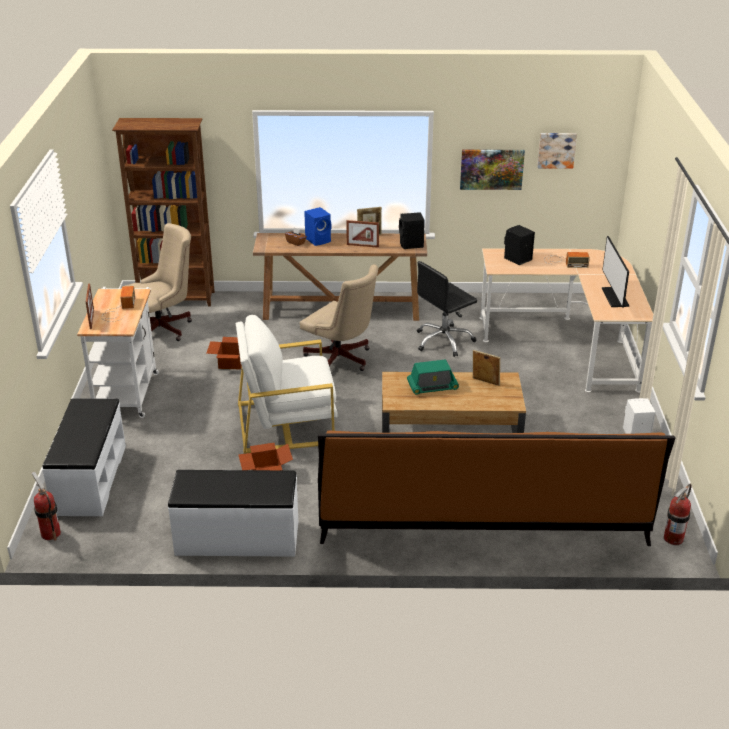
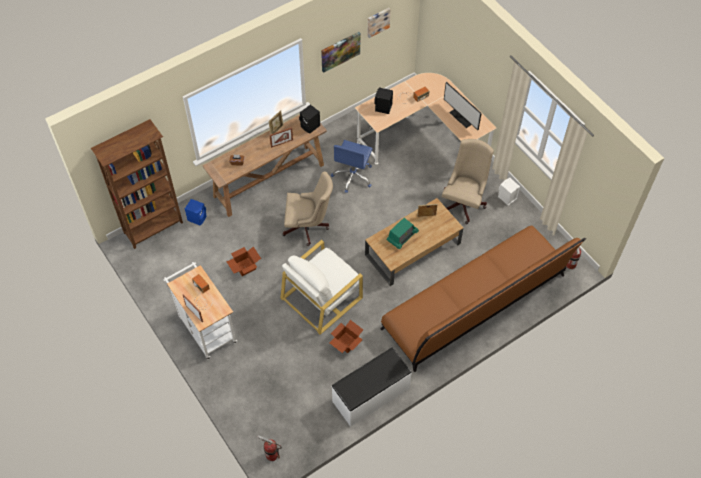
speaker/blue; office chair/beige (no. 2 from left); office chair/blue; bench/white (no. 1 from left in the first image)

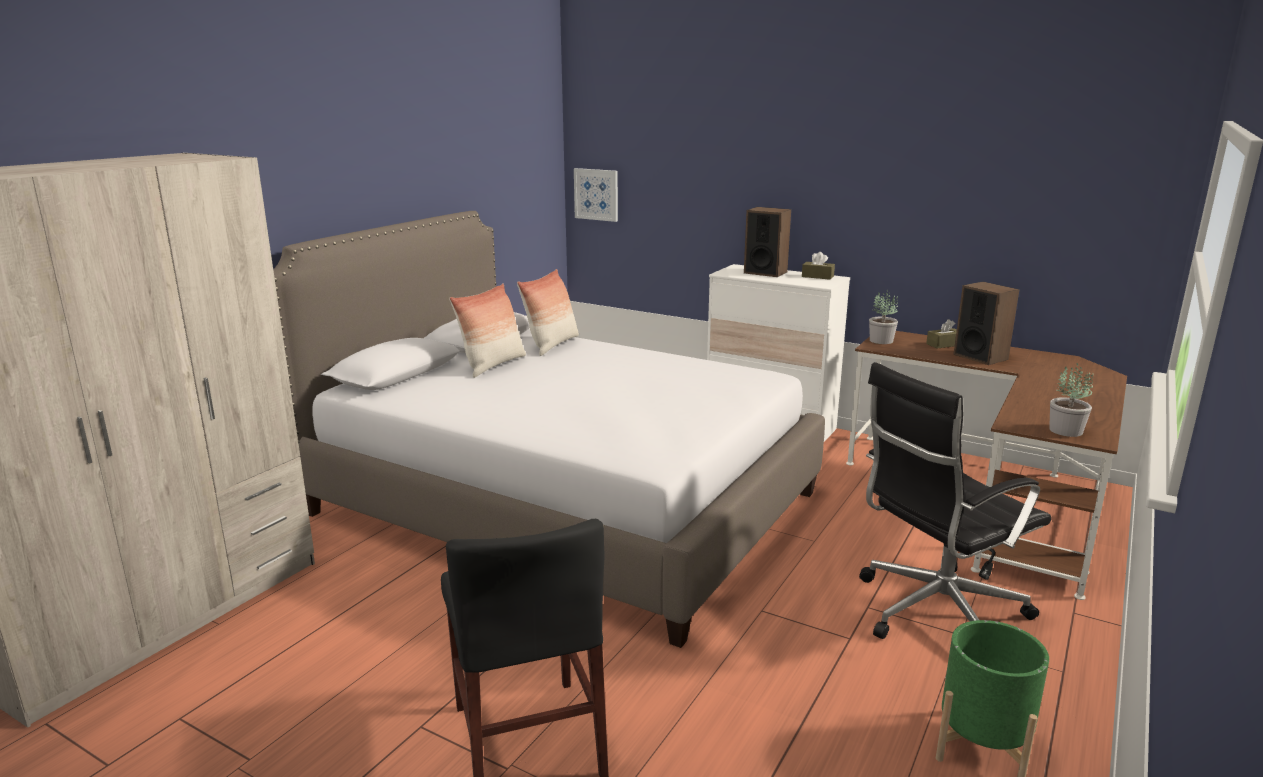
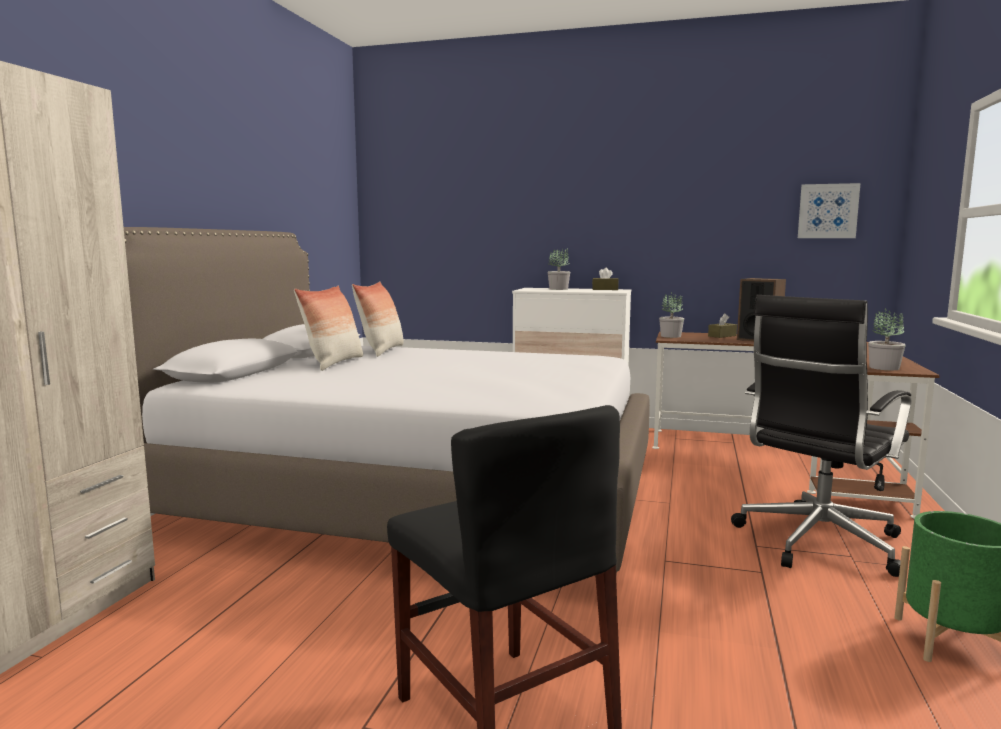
picture; potted plant (no. 1 from left)

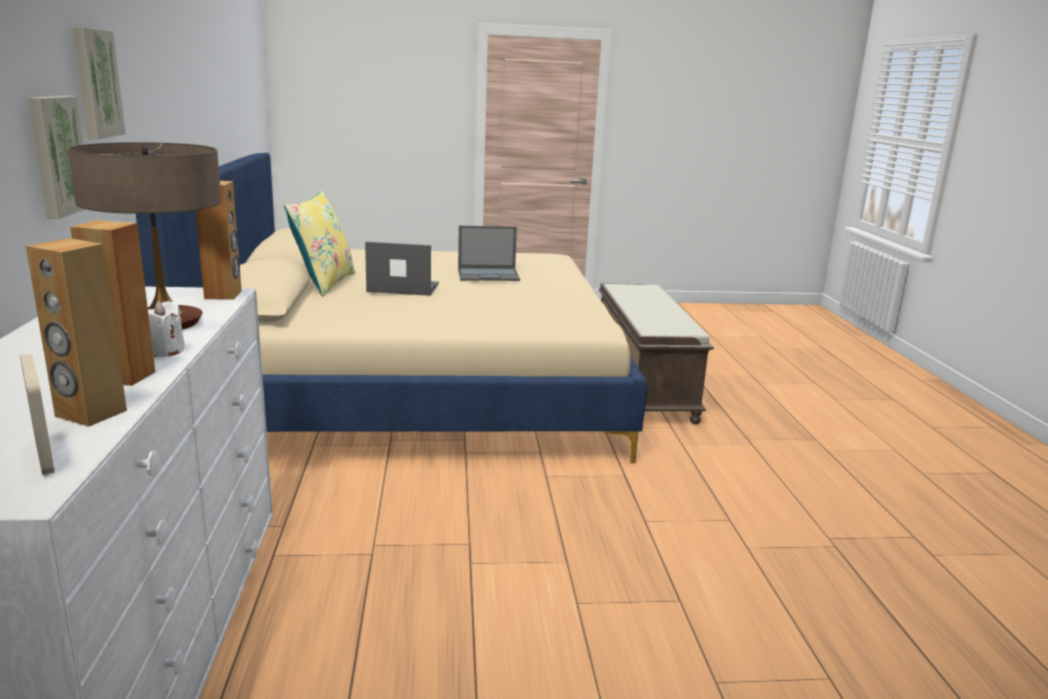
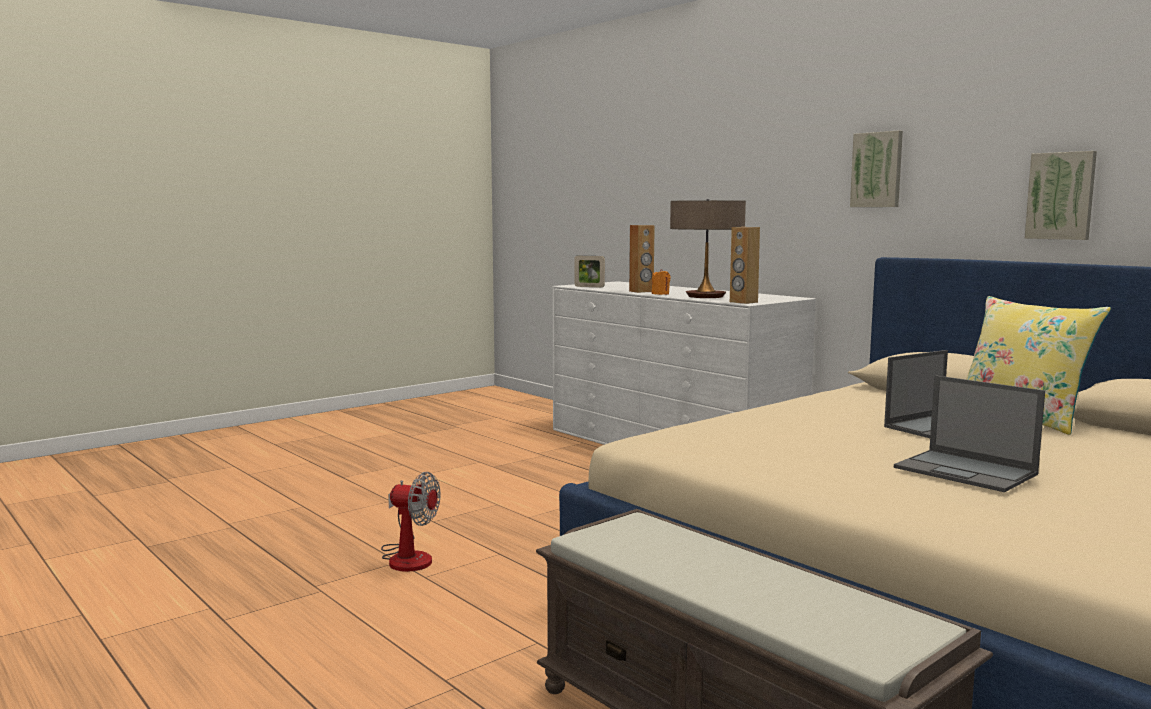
picture (no. 2 from left); laptop (no. 2 from left); speaker/brown (no. 1 from left in the first image); candle/orange; fan

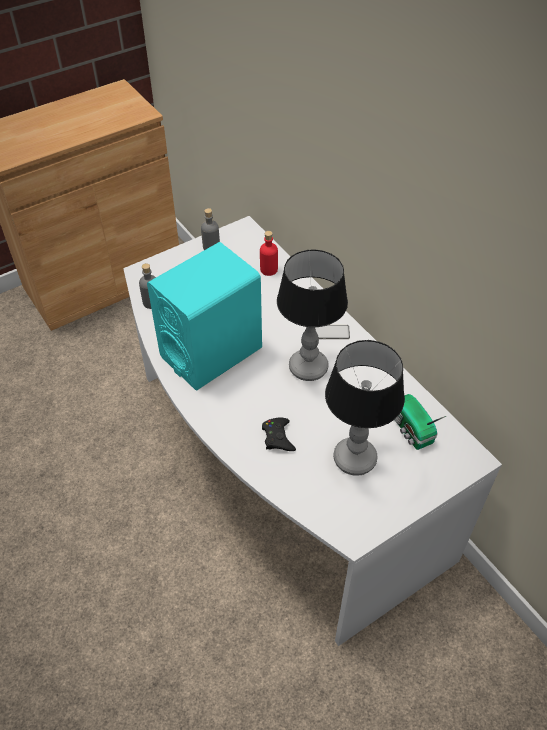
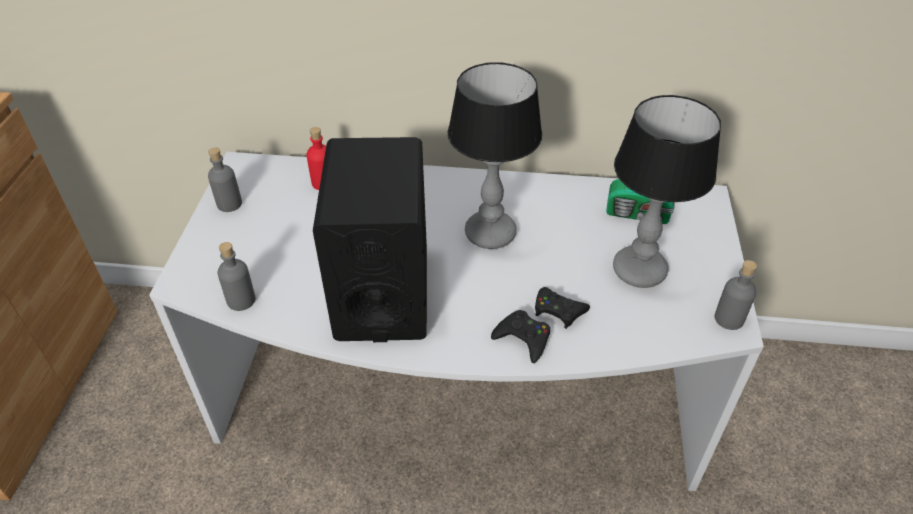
speaker/black; phone; bottle/grey (no. 3 from left); game controller/black (no. 1 from left)

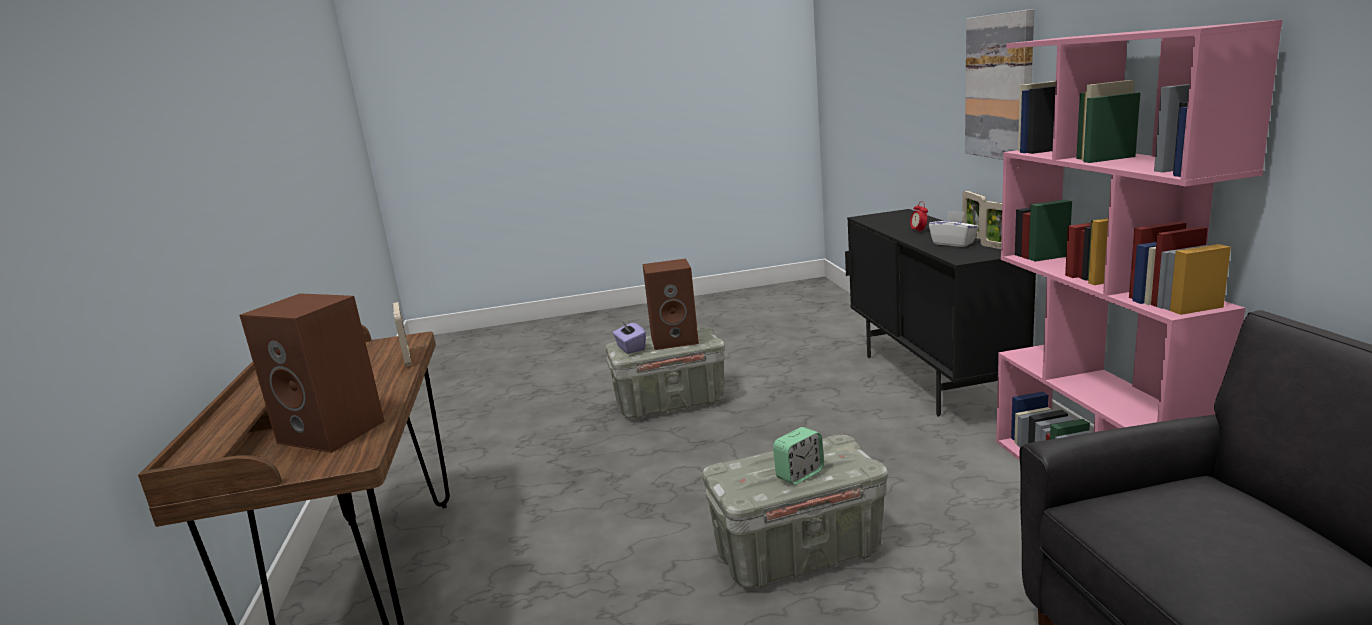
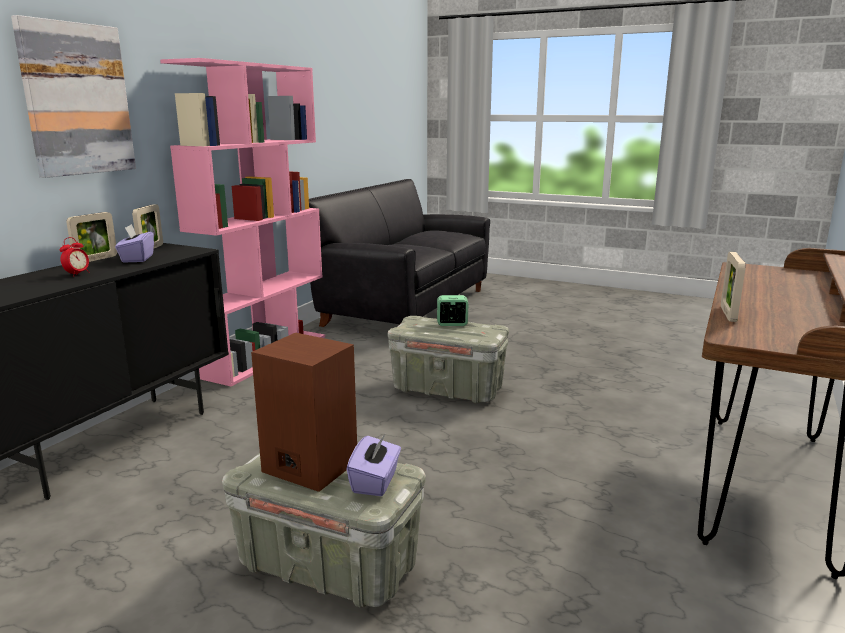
tissue box/purple (no. 1 from left); speaker/brown (no. 1 from left in the first image)

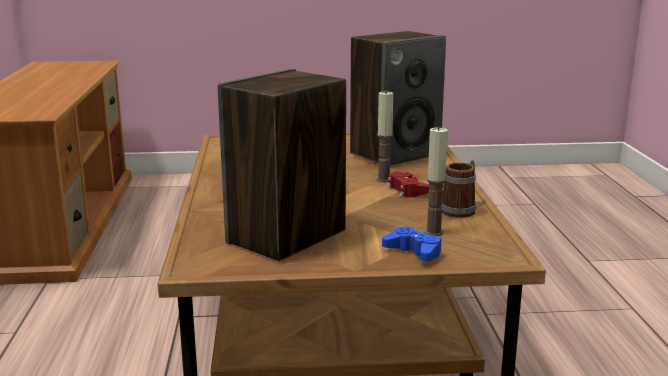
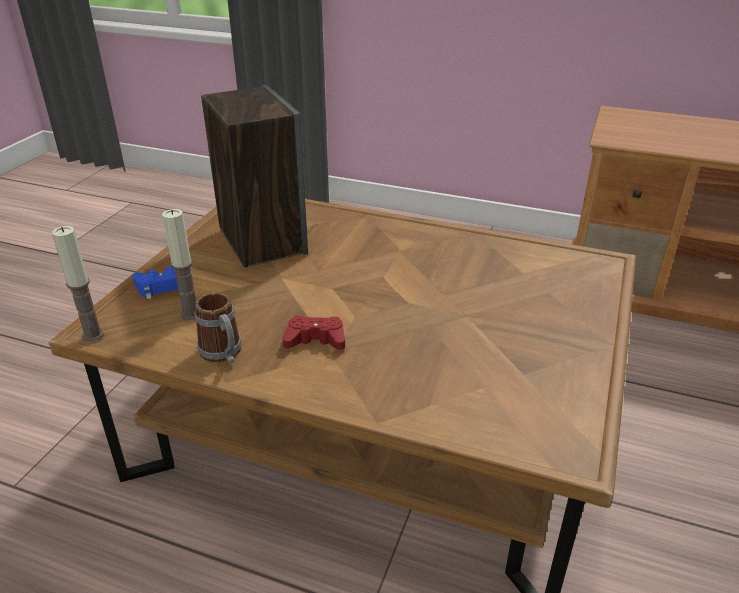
speaker (no. 2 from left in the first image); candle (no. 1 from left)

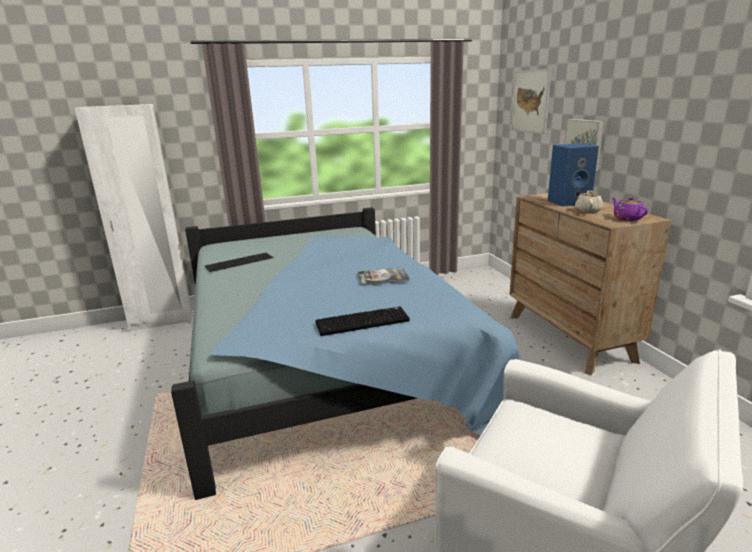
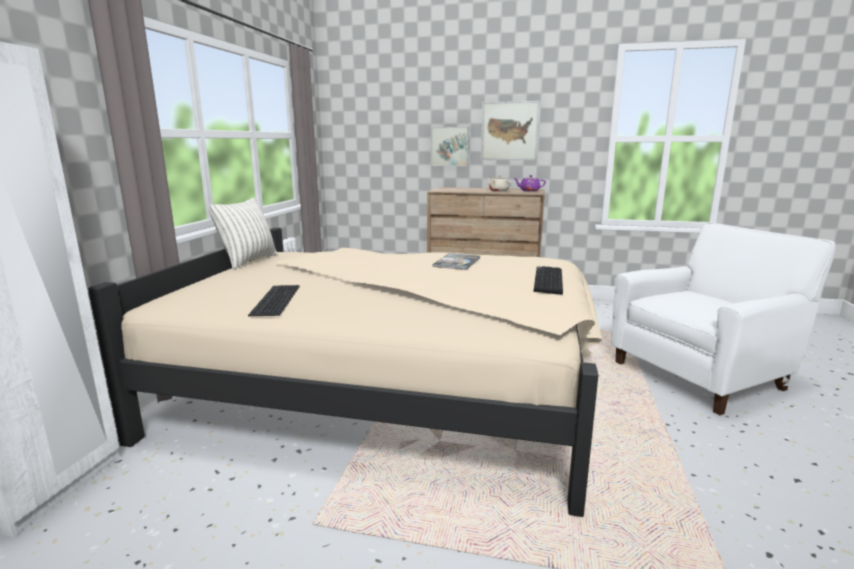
picture (no. 2 from left); speaker/blue; bed/beige; pillow

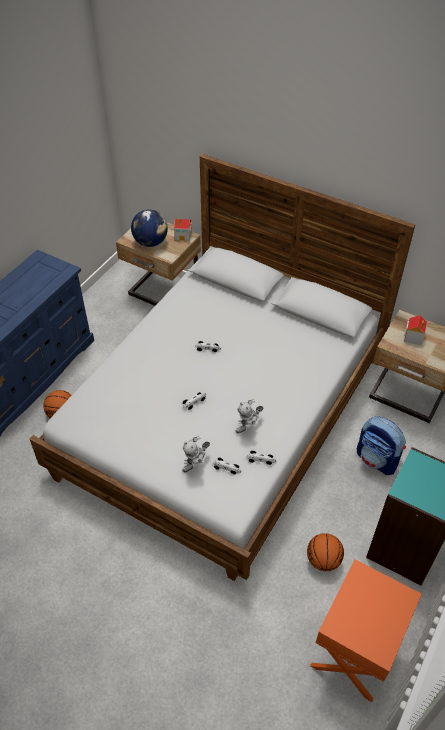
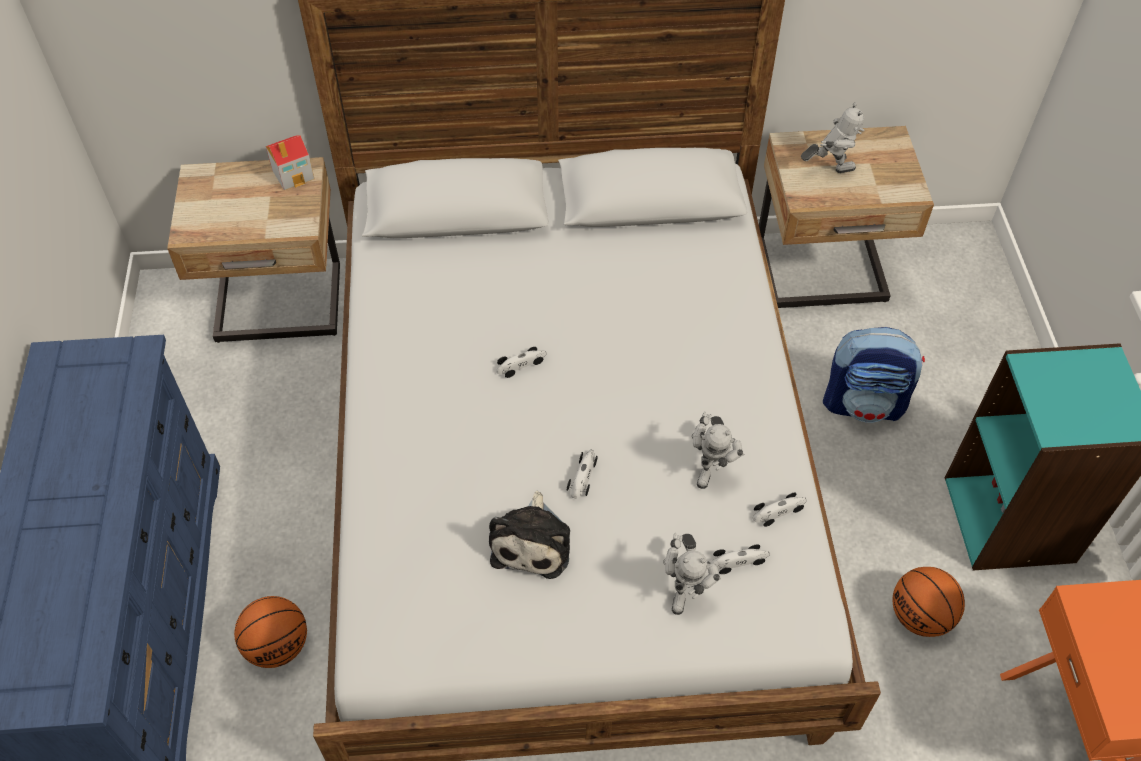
globe; toy robot (no. 3 from left); plush toy

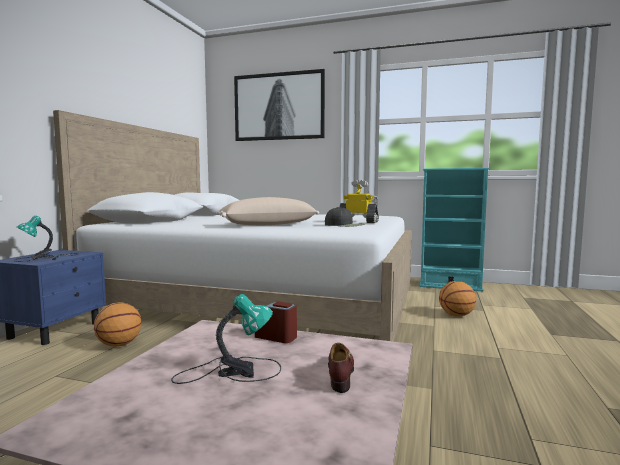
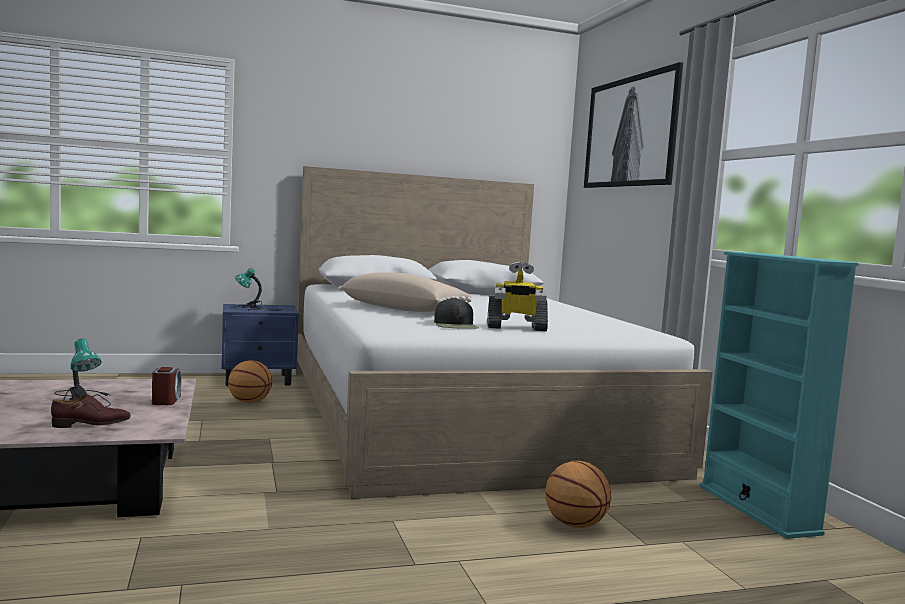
toy robot

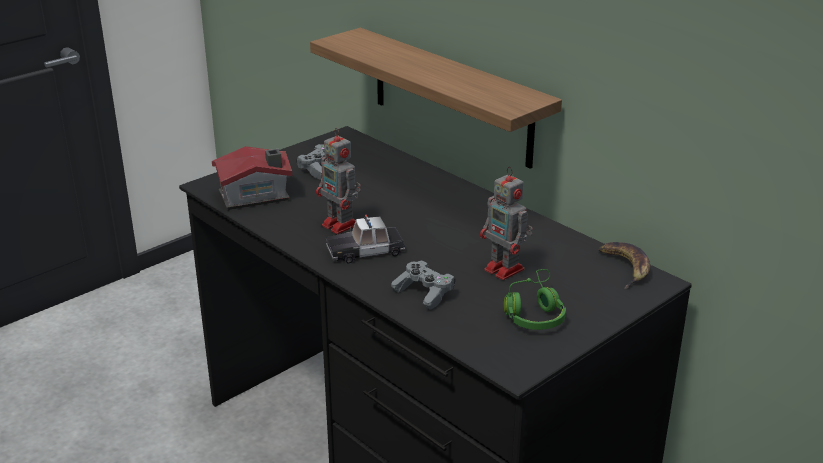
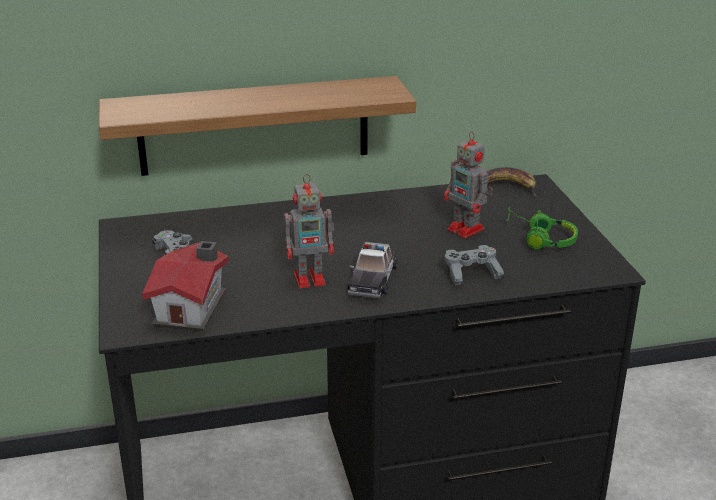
toy robot (no. 2 from left)

